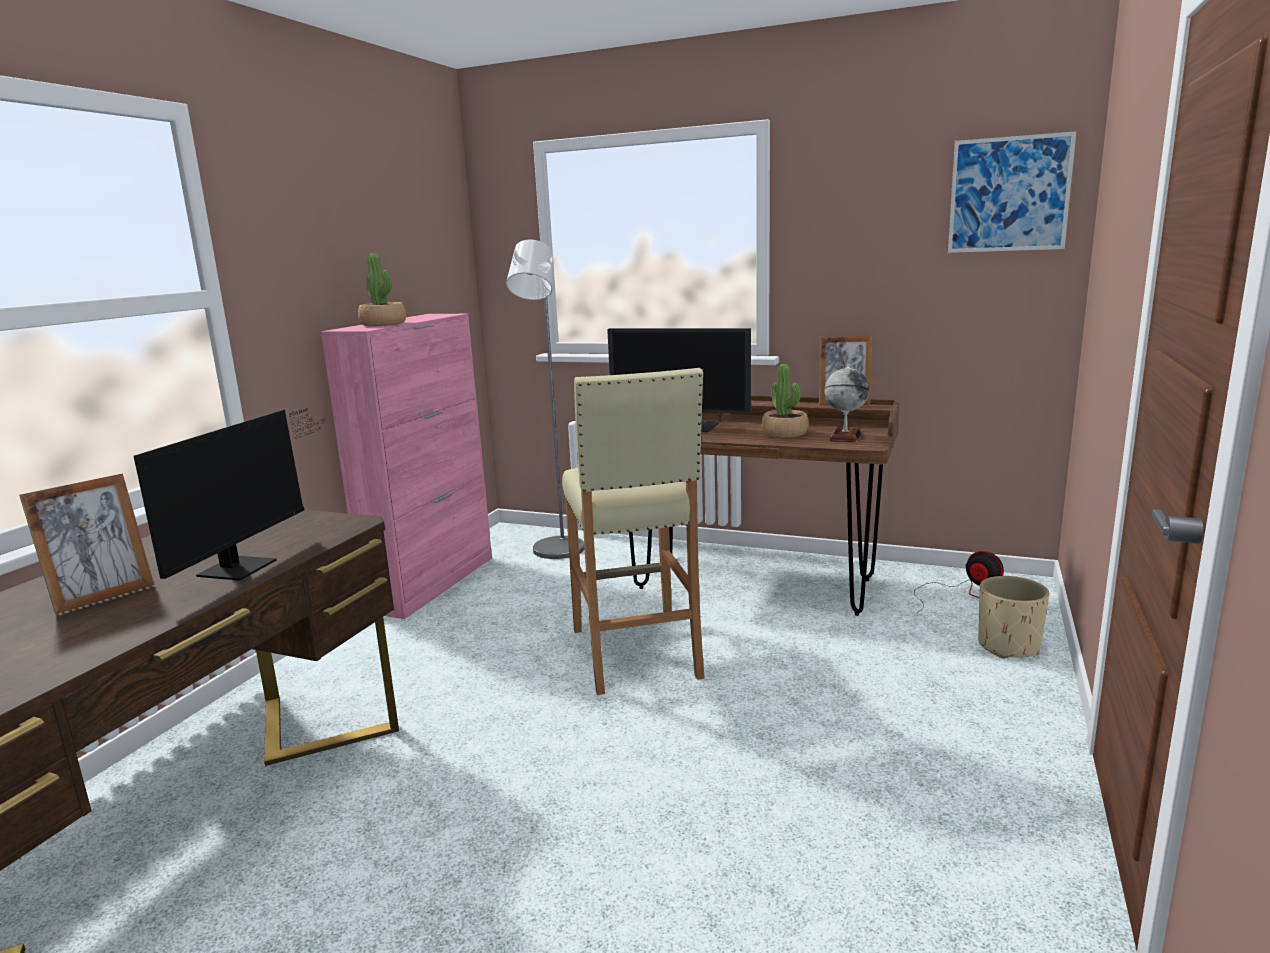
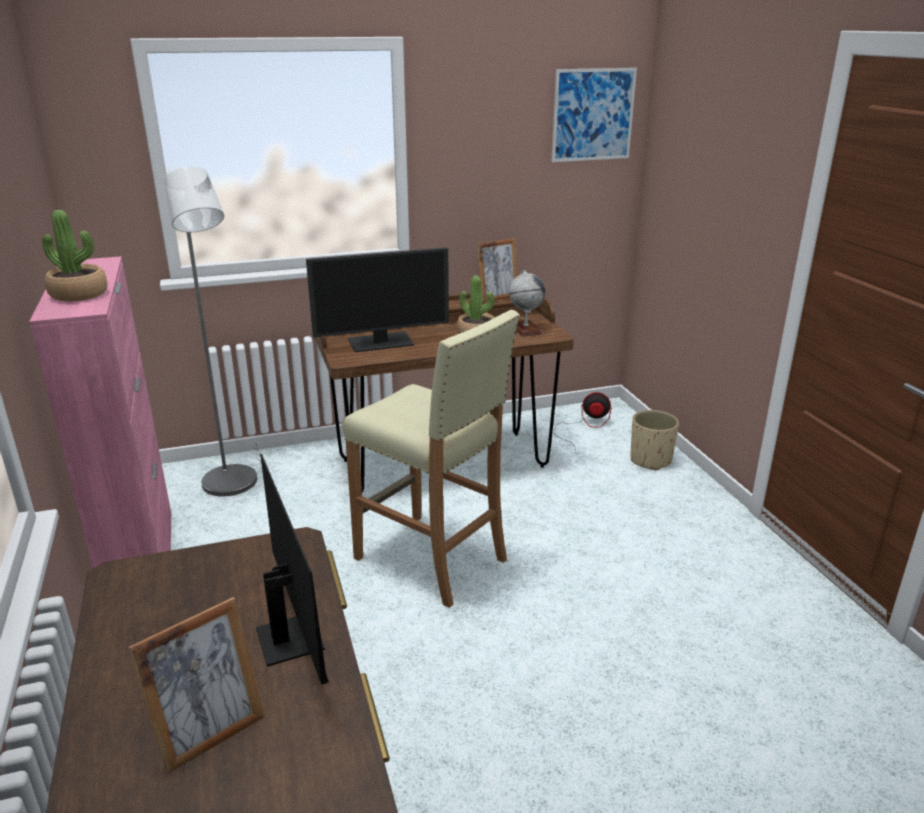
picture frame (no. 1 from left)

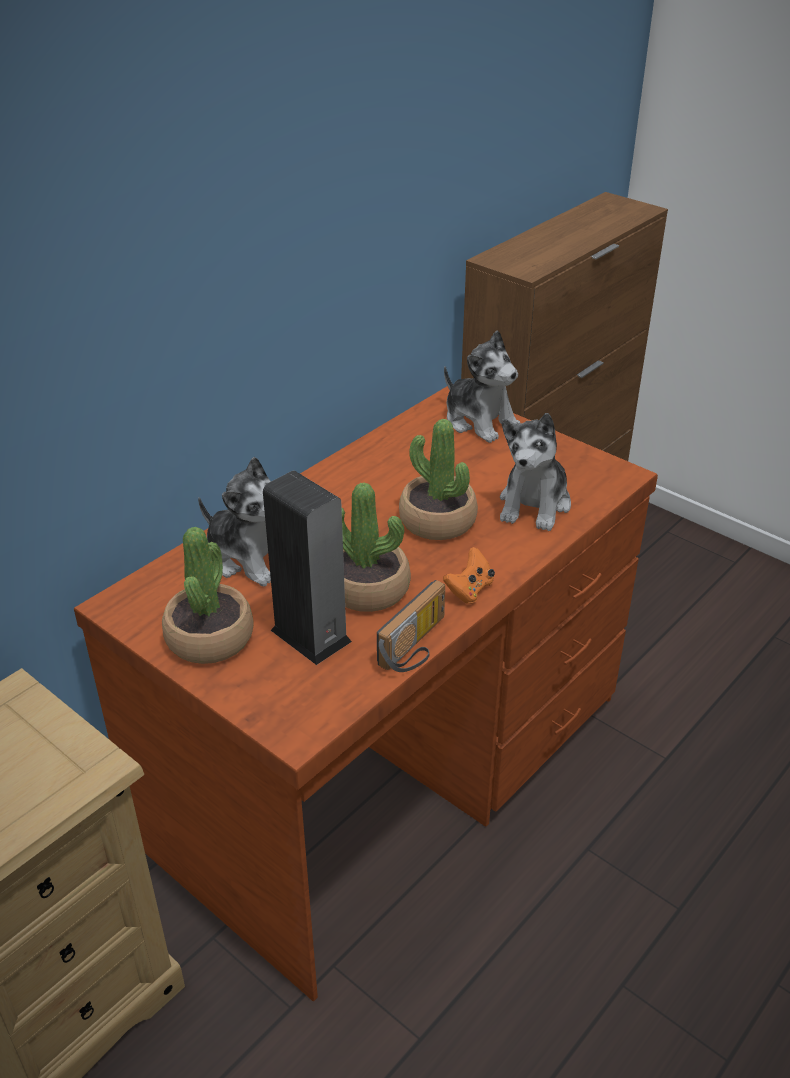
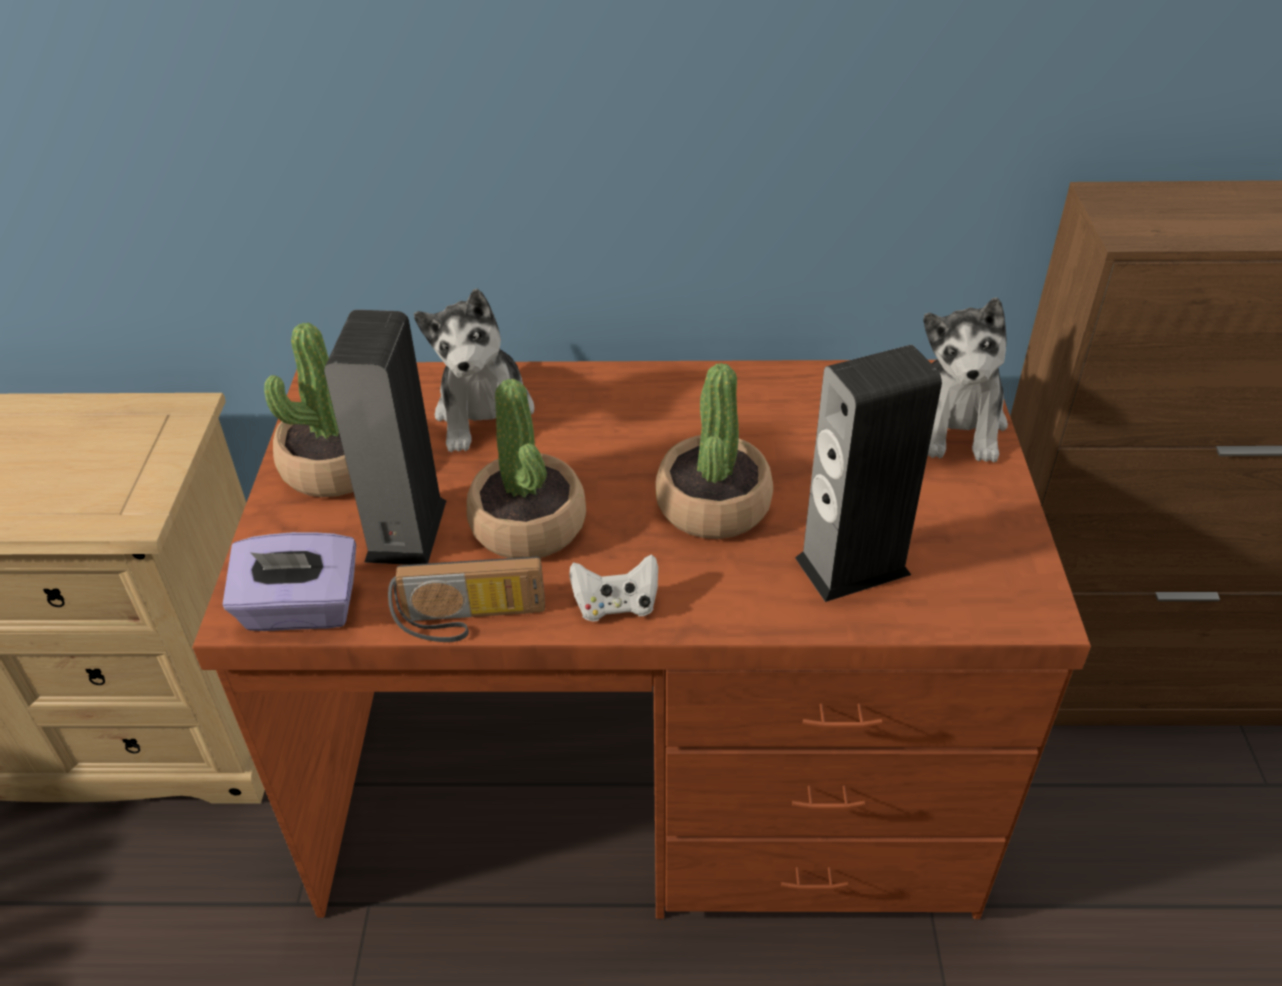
speaker (no. 2 from left); game controller/white; tissue box/purple

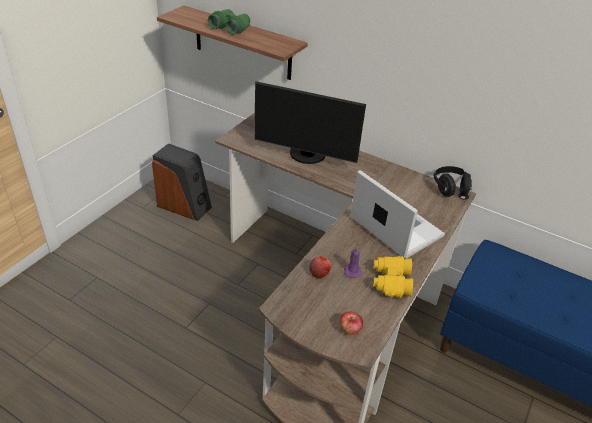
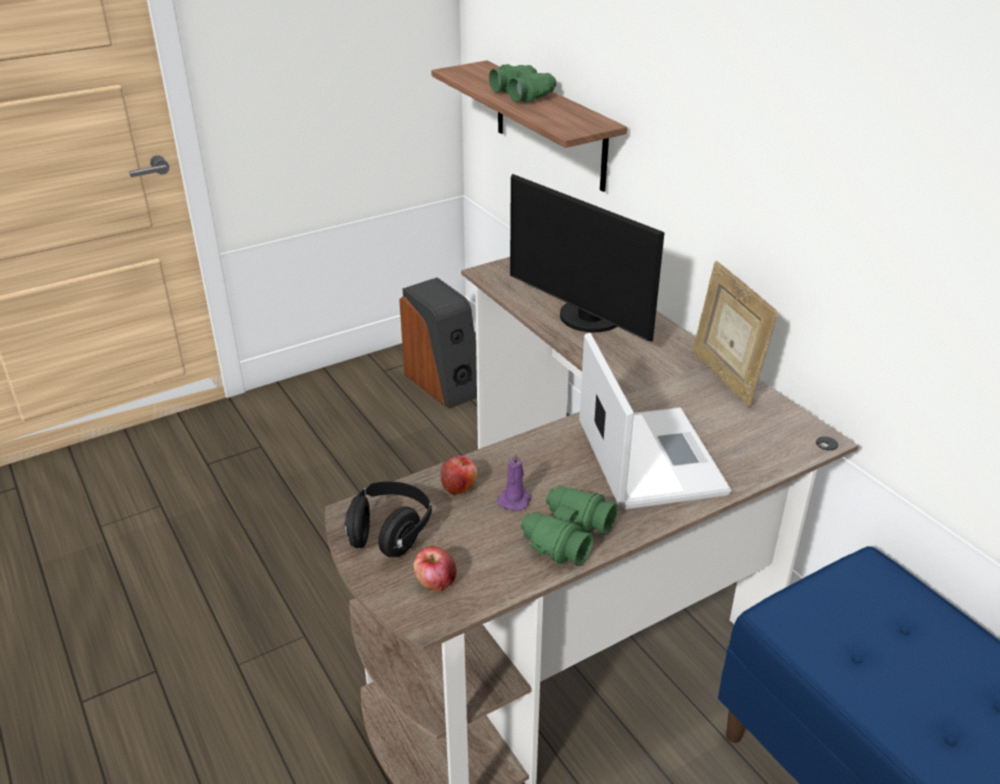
headphones/black; binoculars/green (no. 2 from left); picture frame

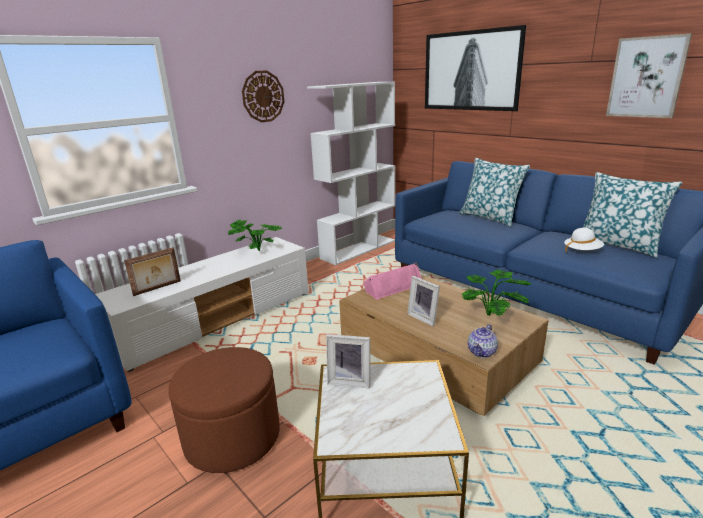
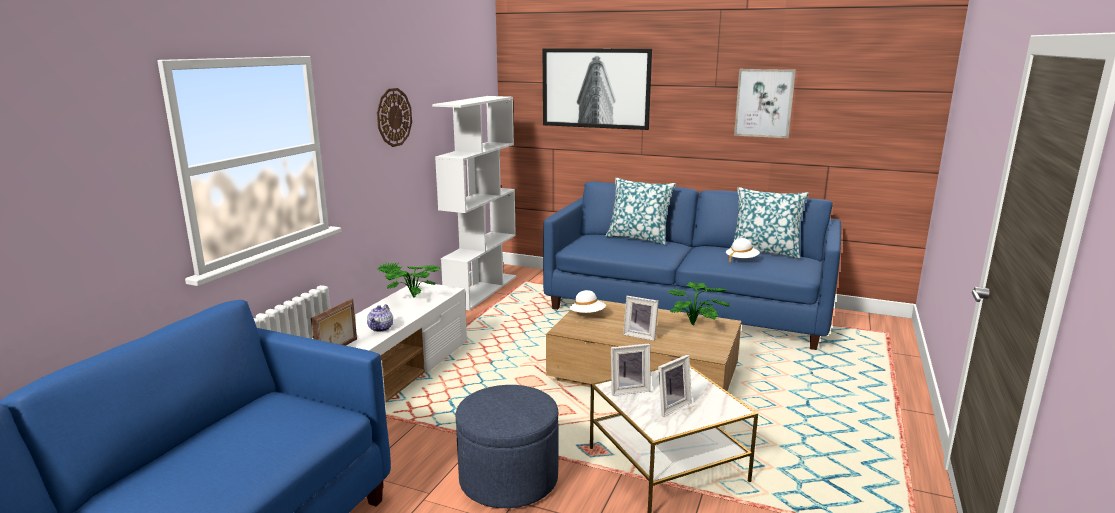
hat/white (no. 1 from left); teapot; ottoman/blue; picture frame (no. 4 from left)

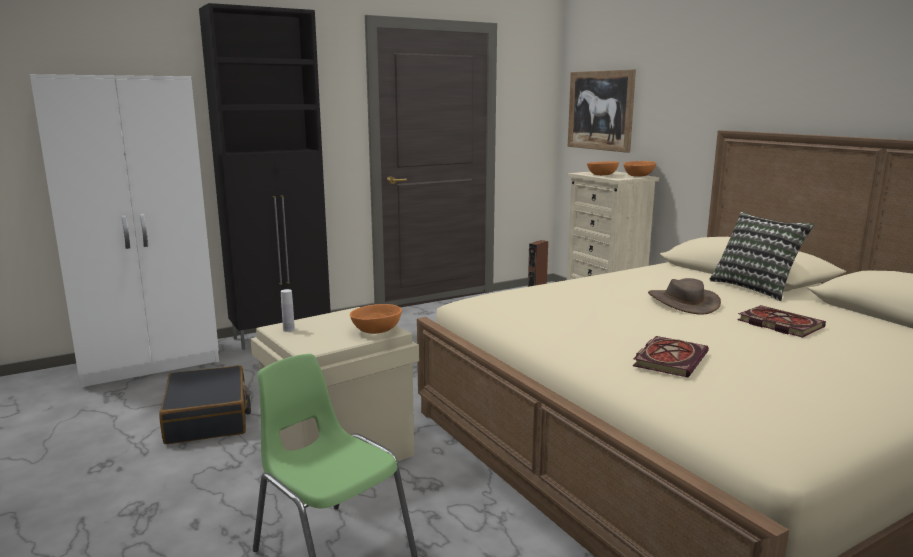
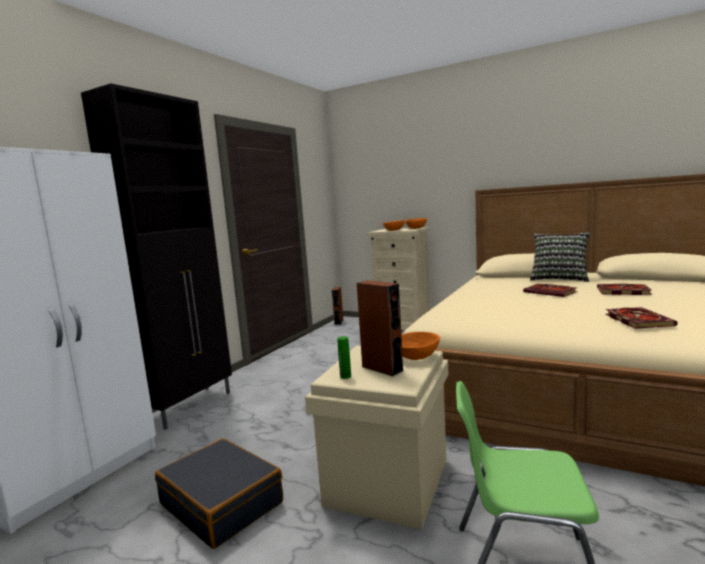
picture; book (no. 1 from left); bottle/green; speaker/brown (no. 2 from left)

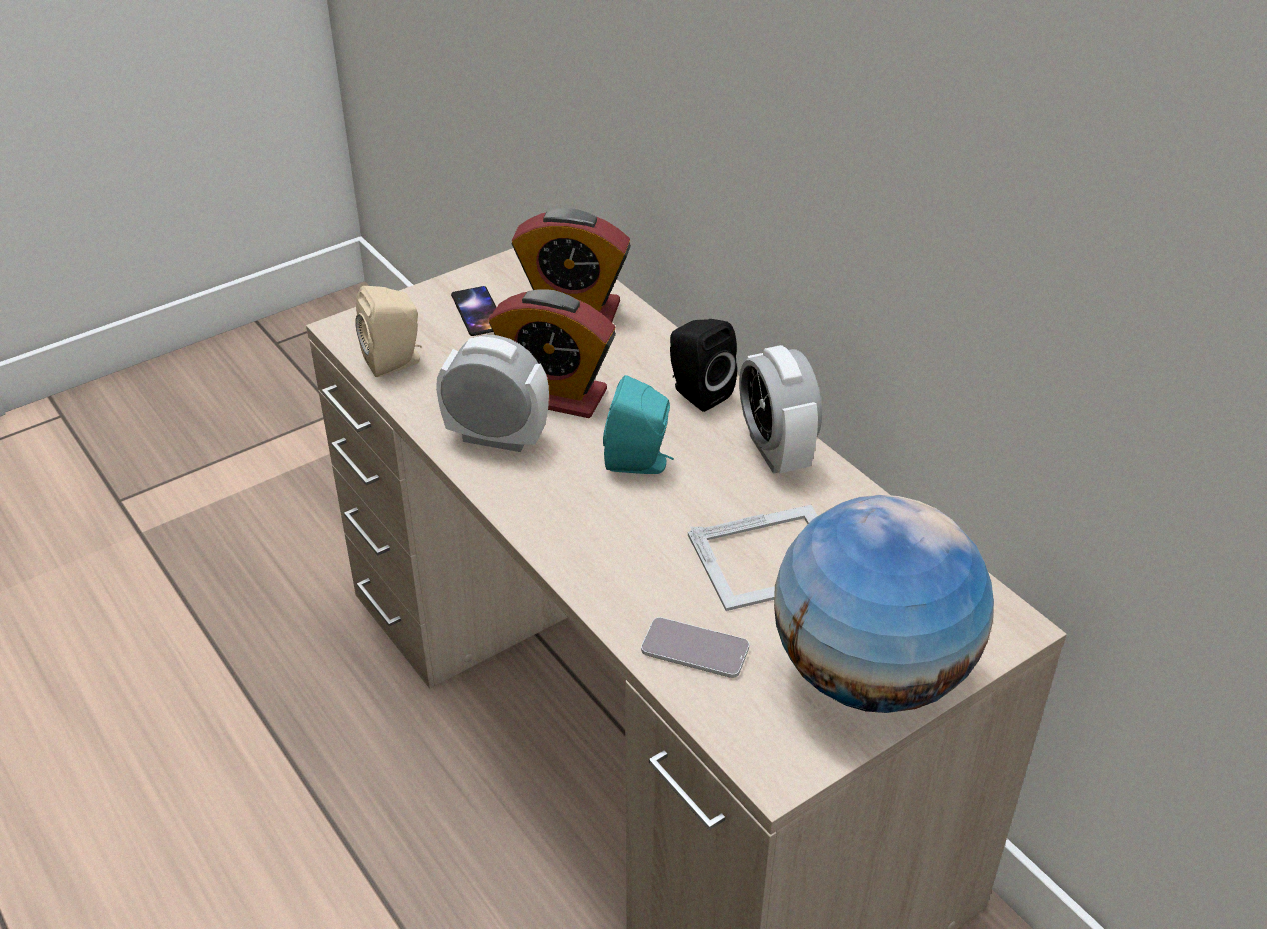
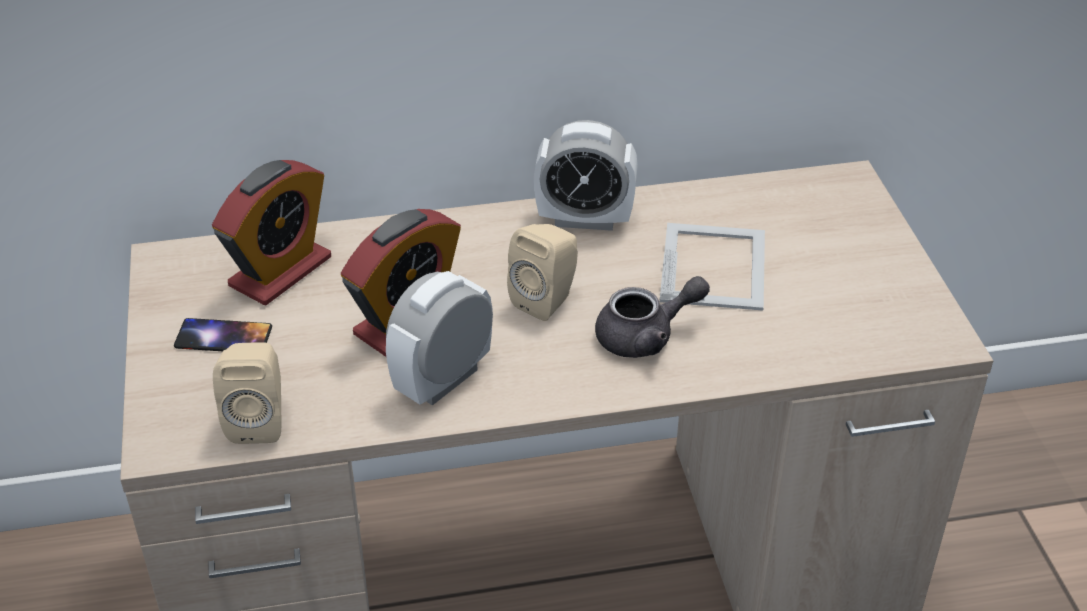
speaker/black; speaker/beige (no. 2 from left); globe; phone (no. 2 from left in the first image); teapot/grey

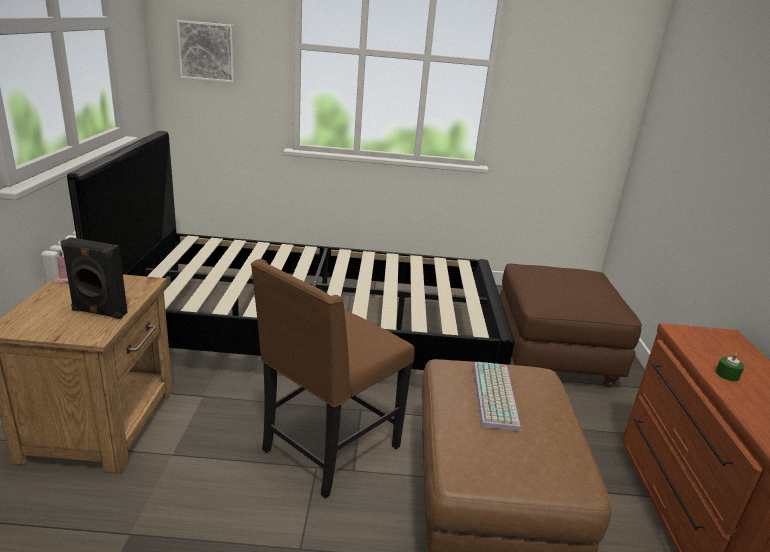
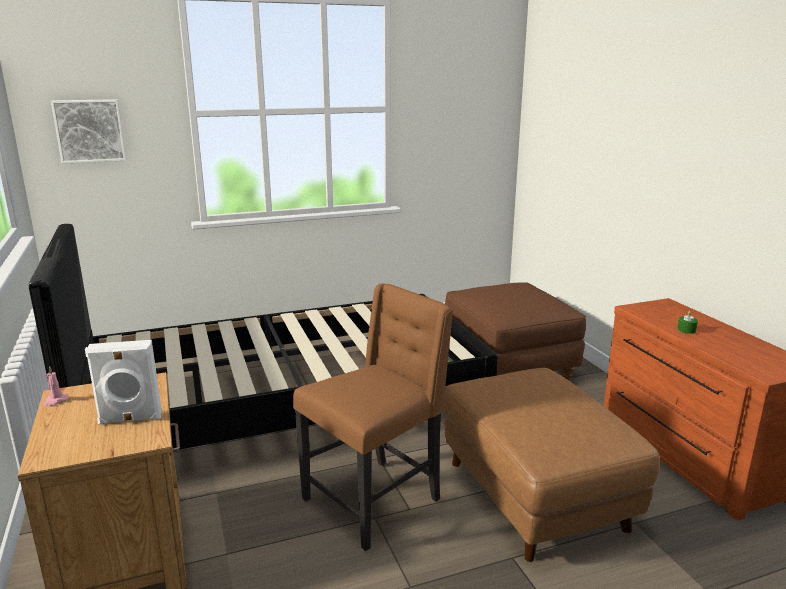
speaker/white; chair/brown; keyboard

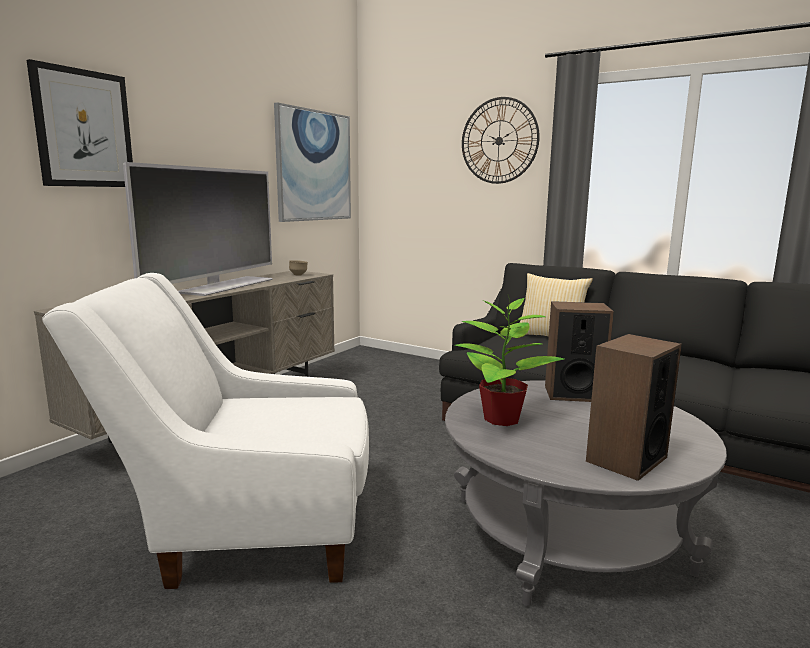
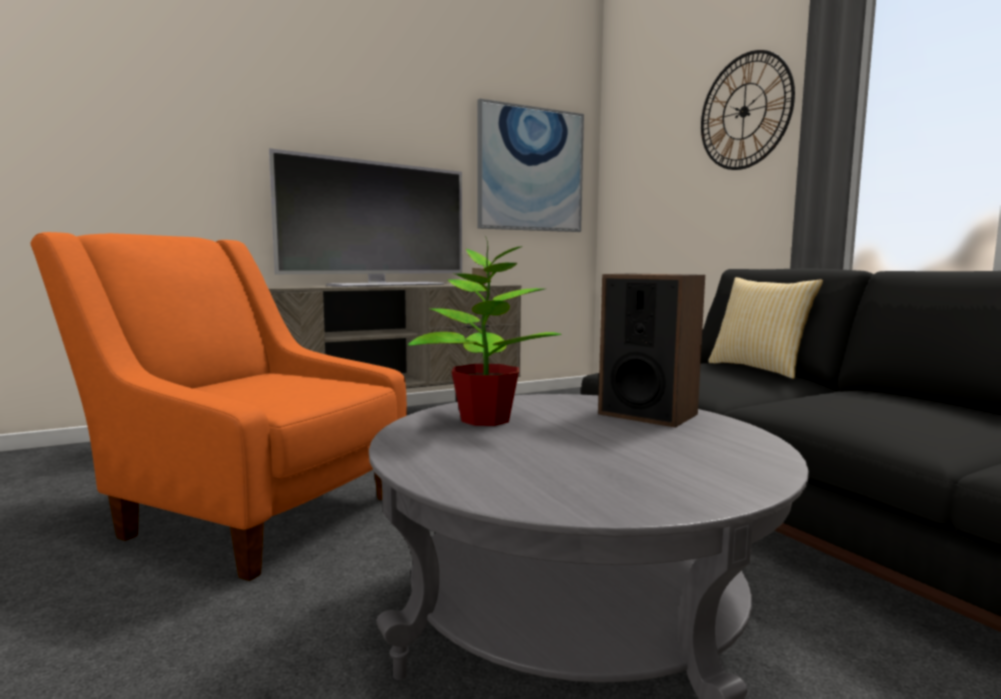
picture (no. 1 from left in the first image); armchair/orange; speaker (no. 2 from left in the first image)

